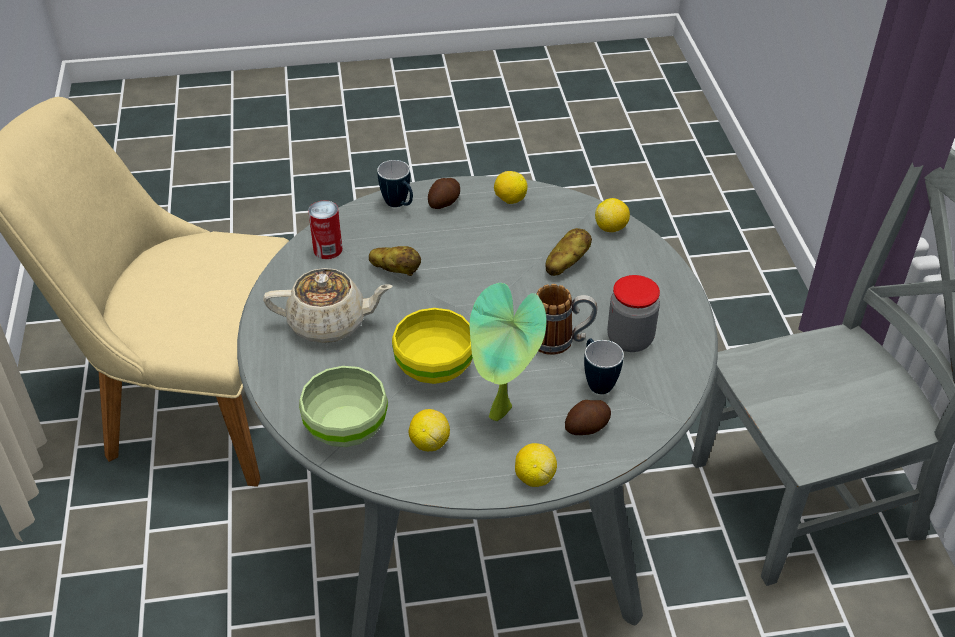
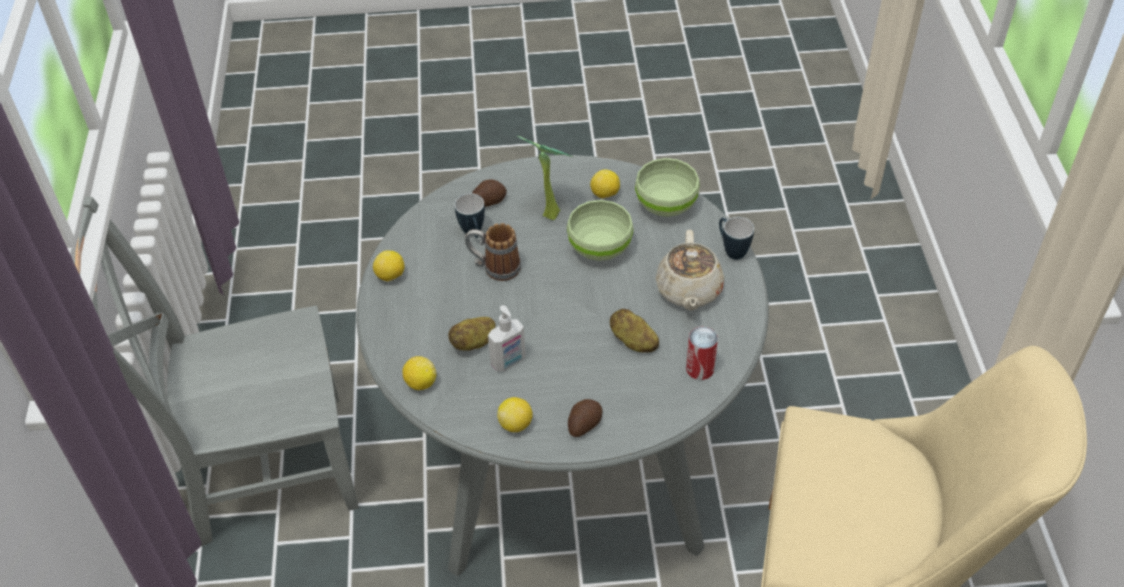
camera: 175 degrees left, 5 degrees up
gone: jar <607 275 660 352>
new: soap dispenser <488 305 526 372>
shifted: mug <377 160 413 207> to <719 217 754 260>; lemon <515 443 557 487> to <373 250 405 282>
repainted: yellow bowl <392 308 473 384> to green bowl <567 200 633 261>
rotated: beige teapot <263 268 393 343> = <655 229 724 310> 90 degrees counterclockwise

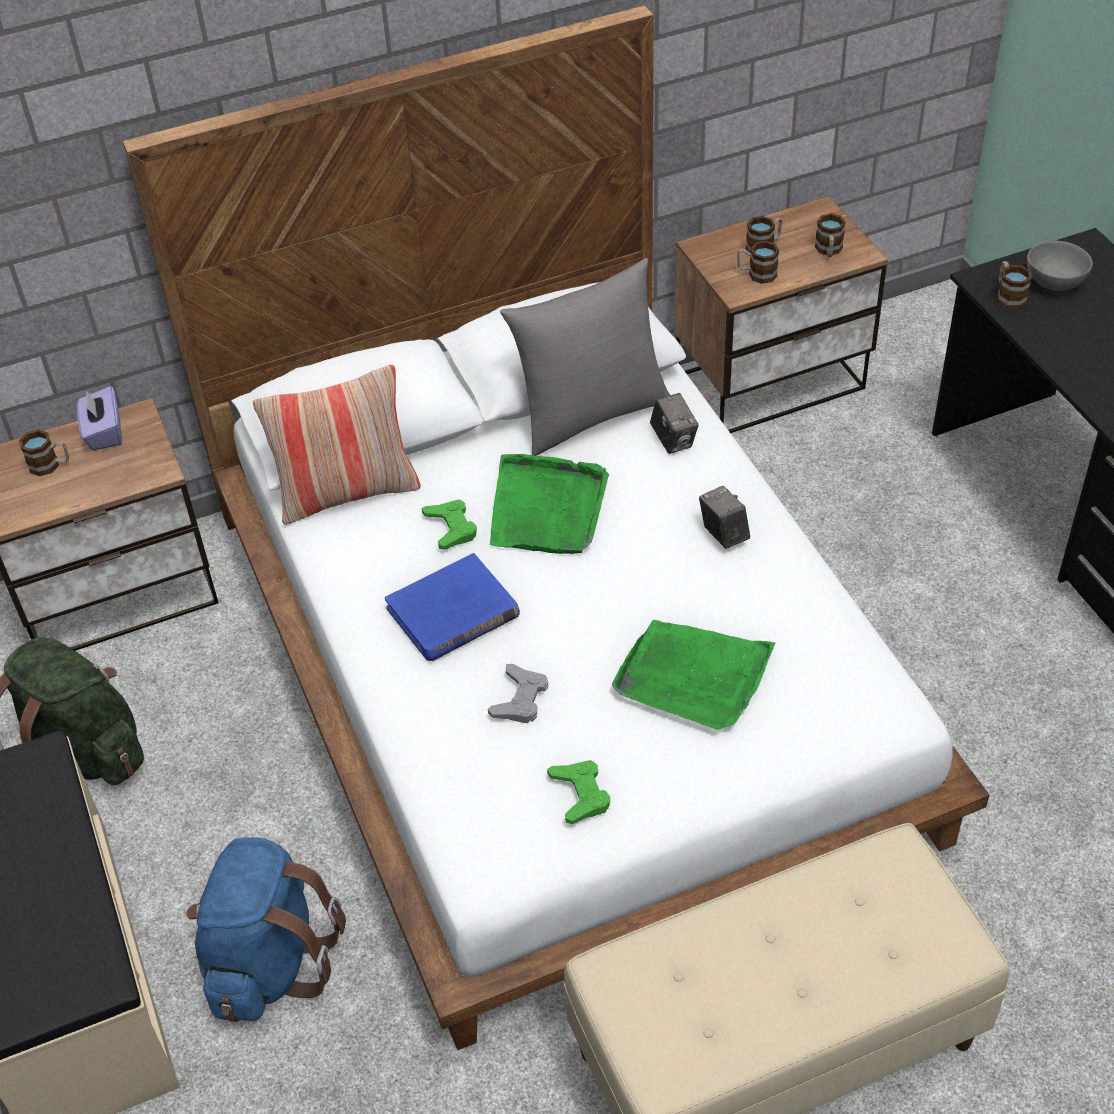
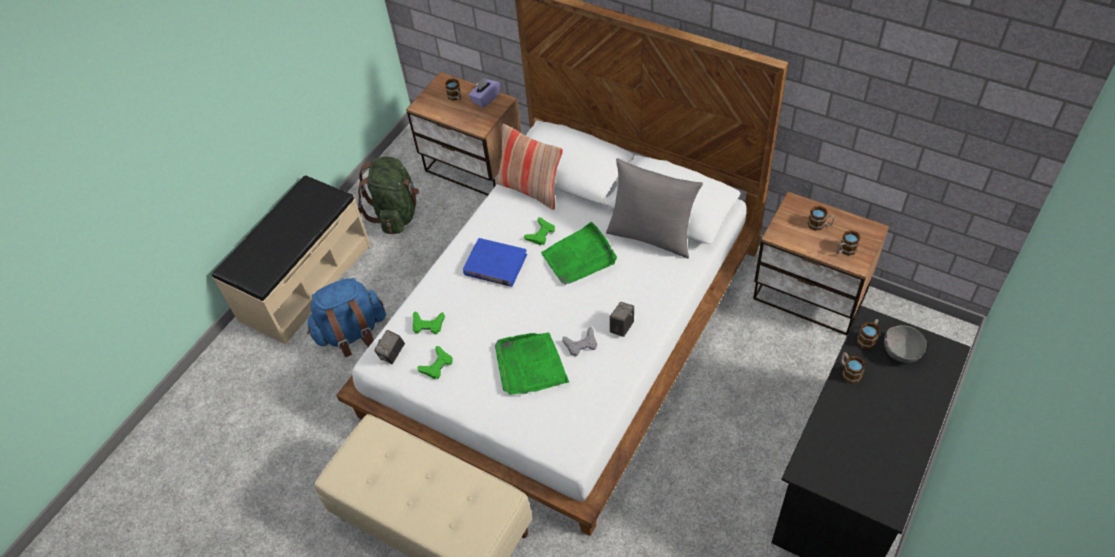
camera: 55 degrees right, 5 degrees up
new: green game controller <412 312 445 334>
shifted: grey game controller <488 664 548 723> to <562 327 597 356>; photo camera <650 393 699 454> to <374 330 405 364>; mug <737 241 779 284> to <841 352 866 384>

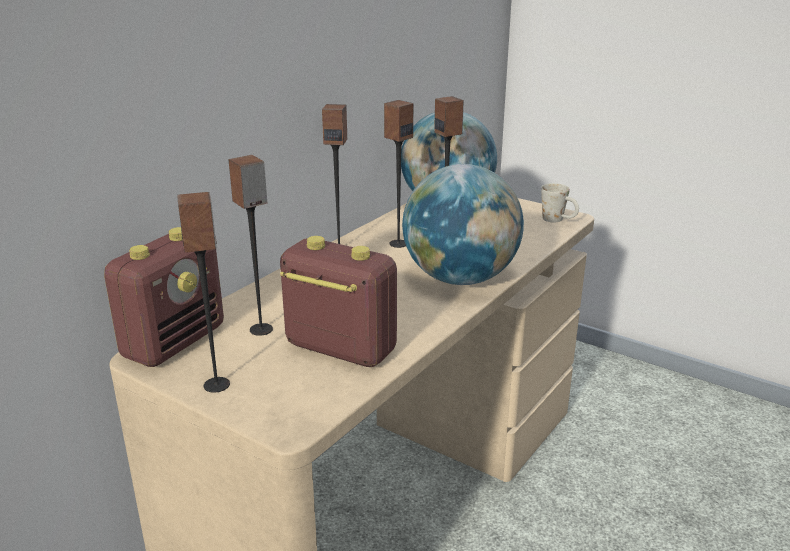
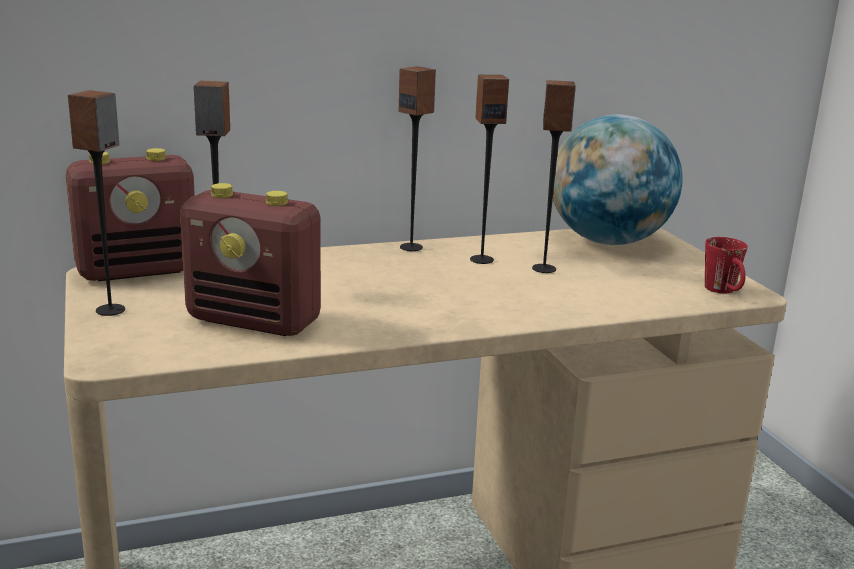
camera: 35 degrees right, 5 degrees down
gone: globe <402 164 524 285>
repainted: white mug <541 183 579 222> to red mug <705 237 748 293>
rotated: radio <280 236 397 367> = <180 183 321 336> 135 degrees clockwise

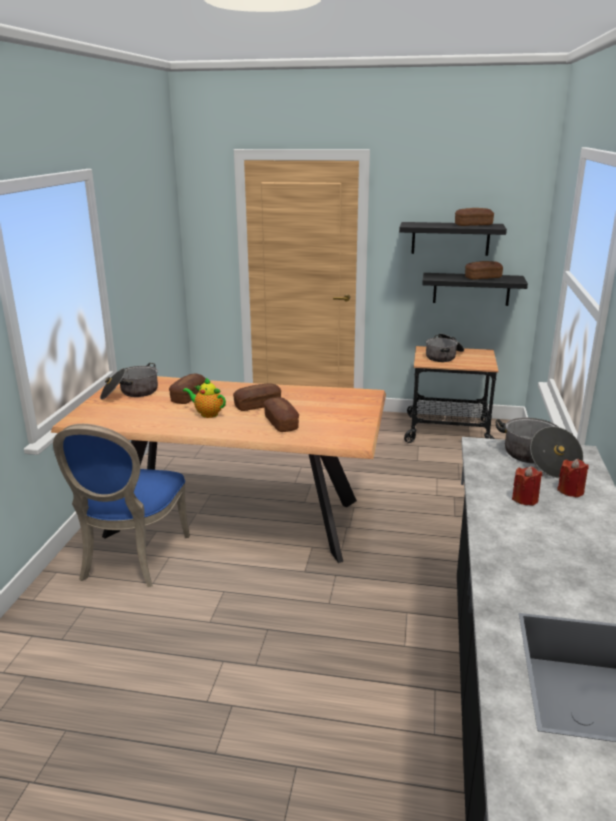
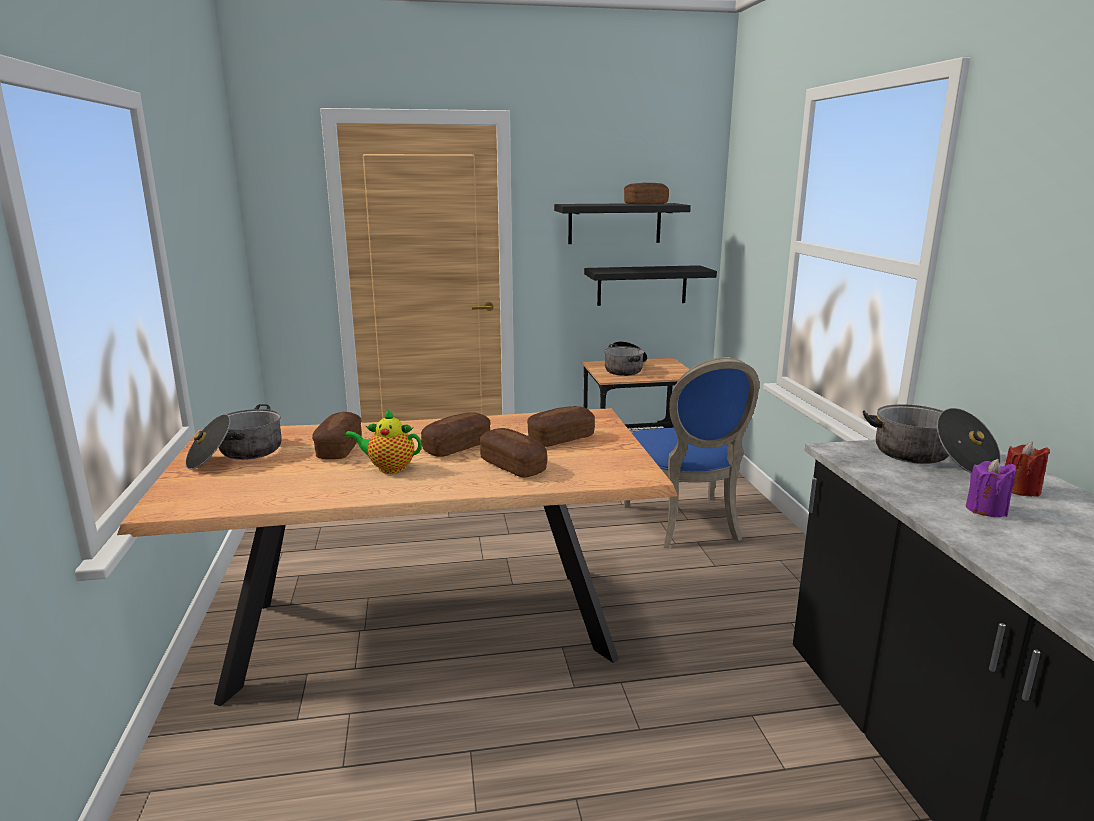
camera: 20 degrees left, 5 degrees down
shifted: blue chair <53 424 190 587> to <623 357 759 548>; bread <465 261 503 280> to <527 406 595 447>
repainted: red candle <512 466 542 506> to purple candle <966 459 1016 517>

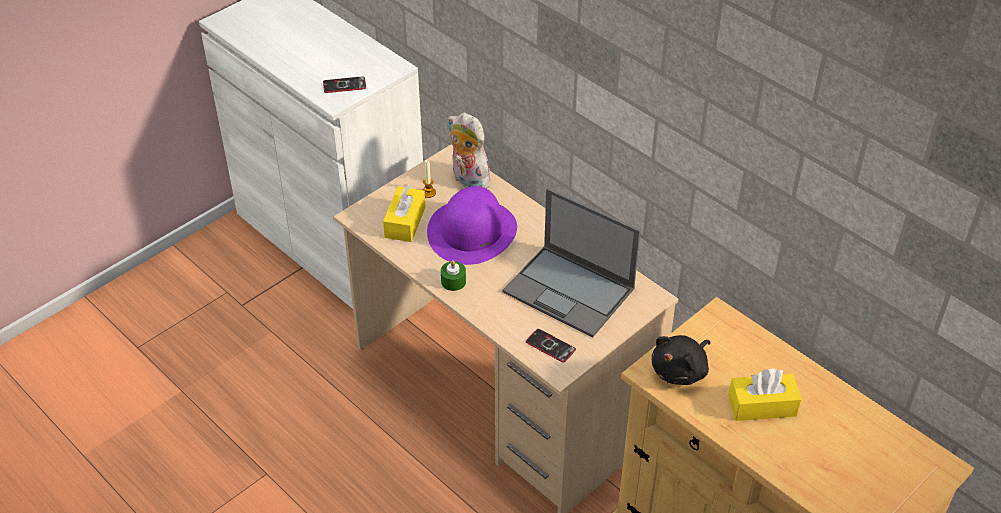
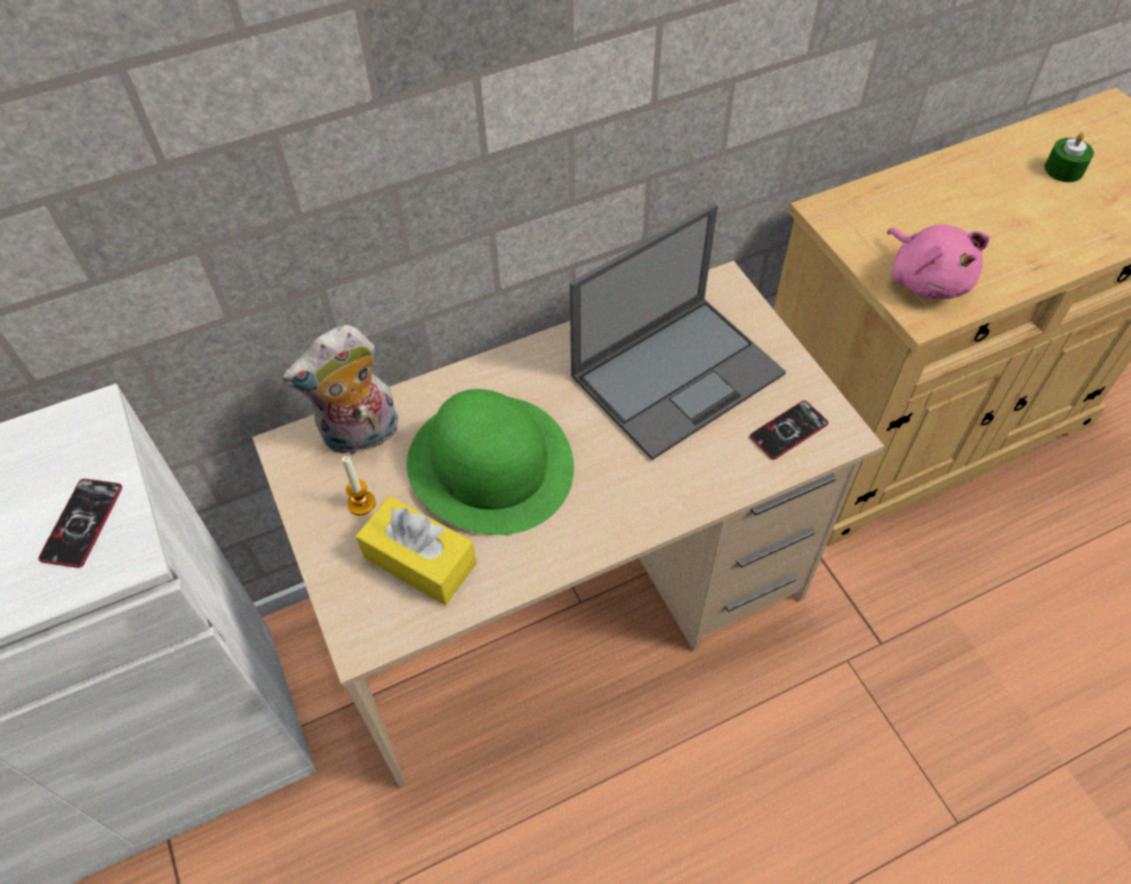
camera: 70 degrees left, 10 degrees up
gone: yellow tissue box <728 368 802 421>
shifted: green candle <441 260 466 291> to <1045 132 1094 182>
repainted: purple hat <427 186 517 265> to green hat <407 389 574 535>; black plush toy <652 335 710 385> to pink plush toy <887 224 990 300>

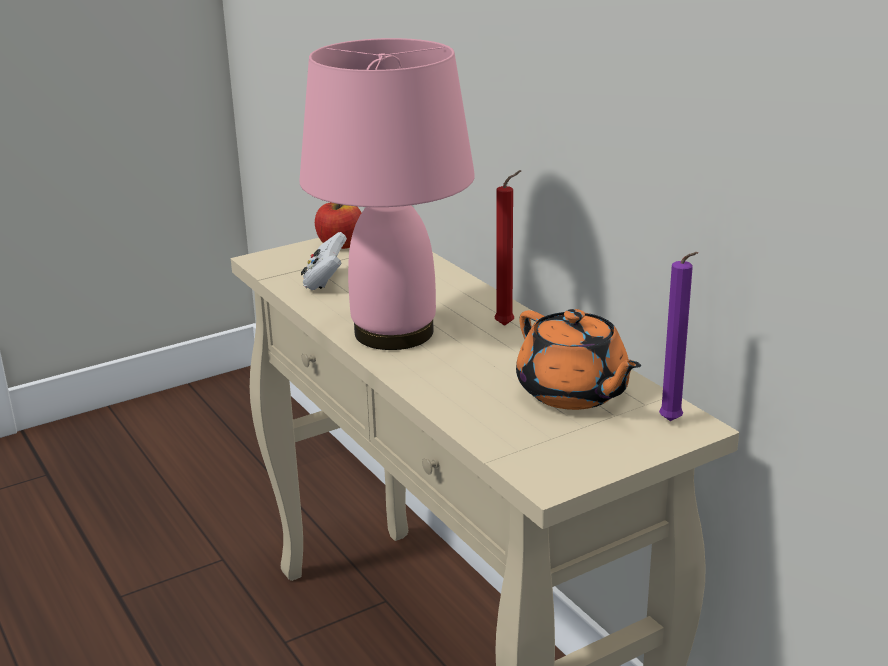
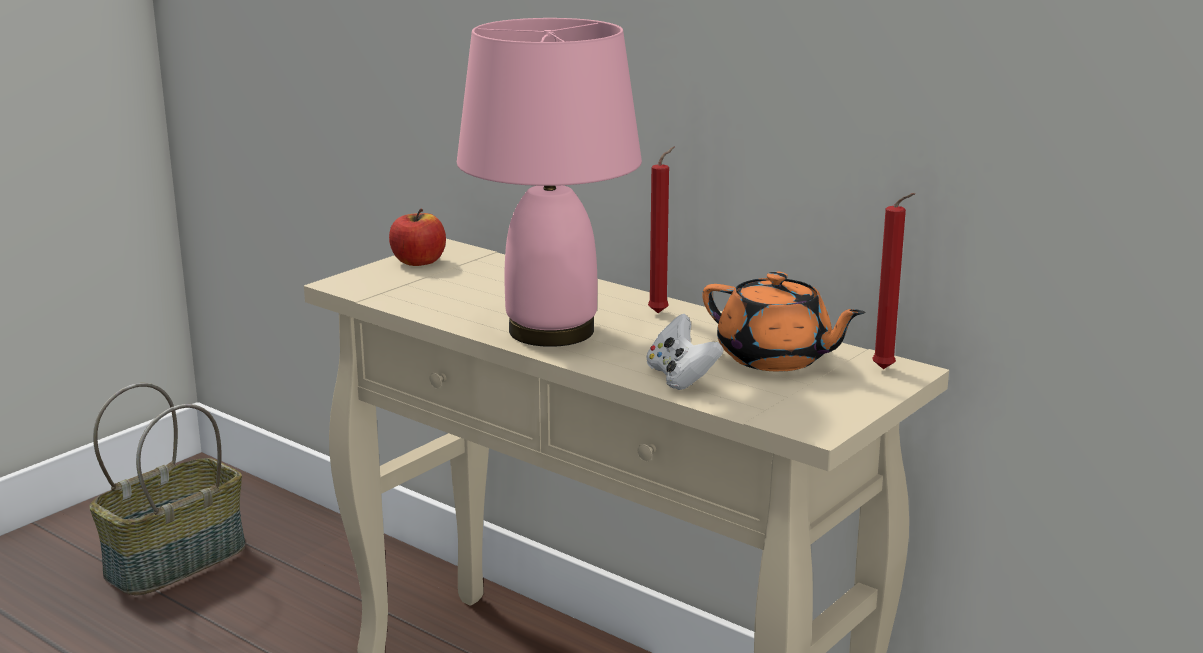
camera: 20 degrees left, 5 degrees down
new: basket <90 383 246 595>
shifted: white game controller <301 232 347 290> to <647 314 723 390>
repainted: purple candle <659 252 698 421> to red candle <872 193 916 369>

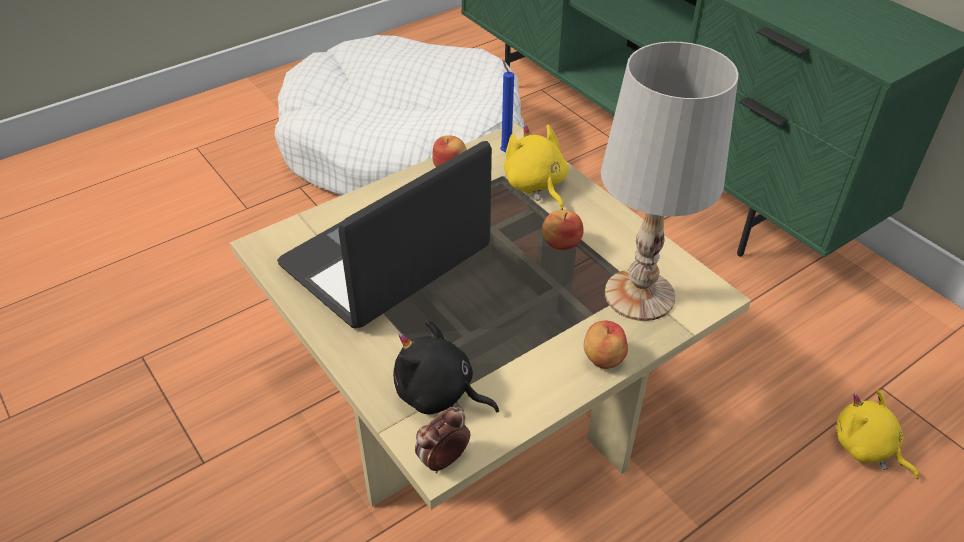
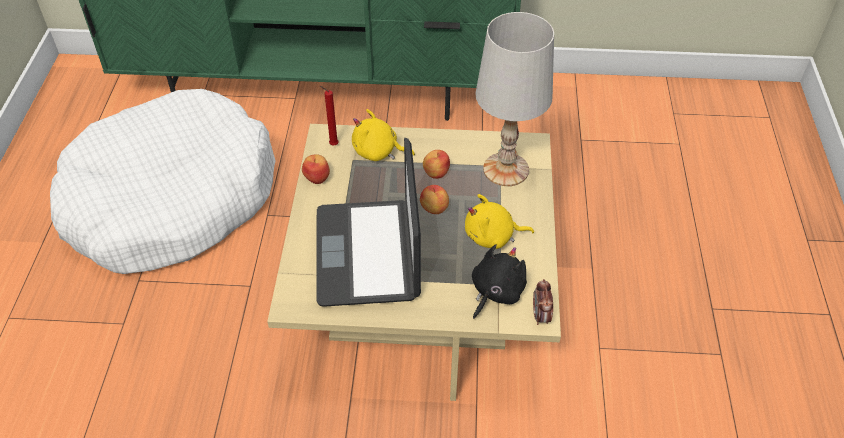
camera: 50 degrees left, 5 degrees up
shifted: apple <584 321 628 369> to <420 185 449 214>; yellow plush toy <836 390 919 479> to <465 194 534 249>
repainted: blue candle <500 60 514 153> to red candle <320 86 338 145>
rotated: black plush toy <393 320 499 415> = <472 244 527 319> 150 degrees clockwise

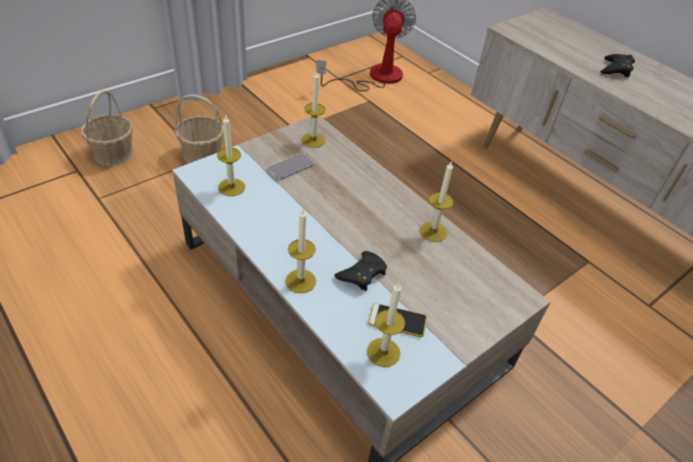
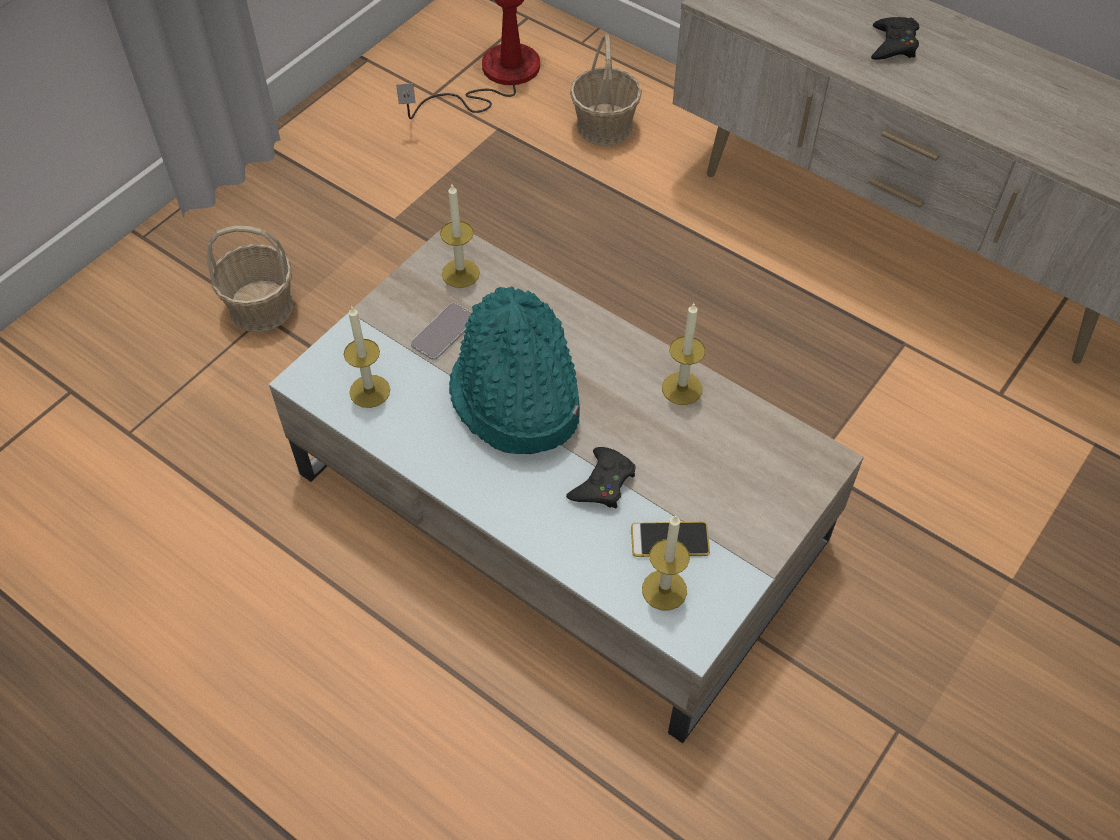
camera: 10 degrees left, 10 degrees up
gone: candle <285 209 316 293>
new: turquoise hat <449 287 580 454>
shifted: basket <81 90 134 166> to <570 34 642 146>

